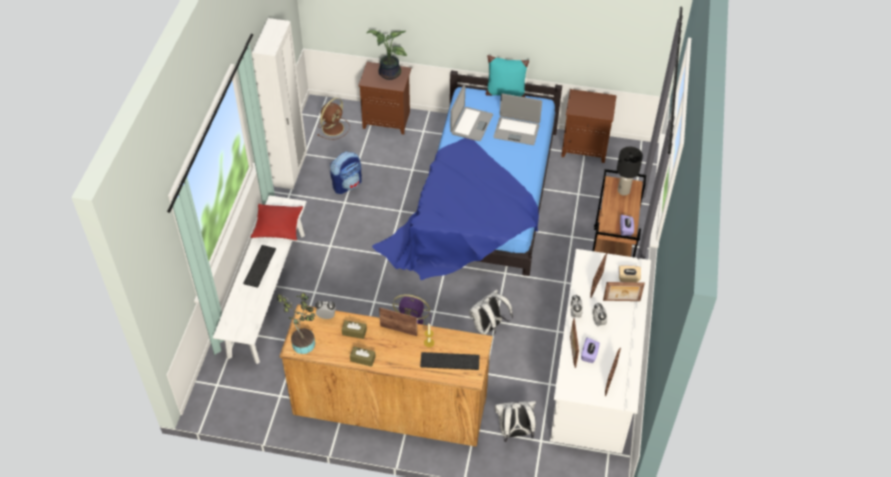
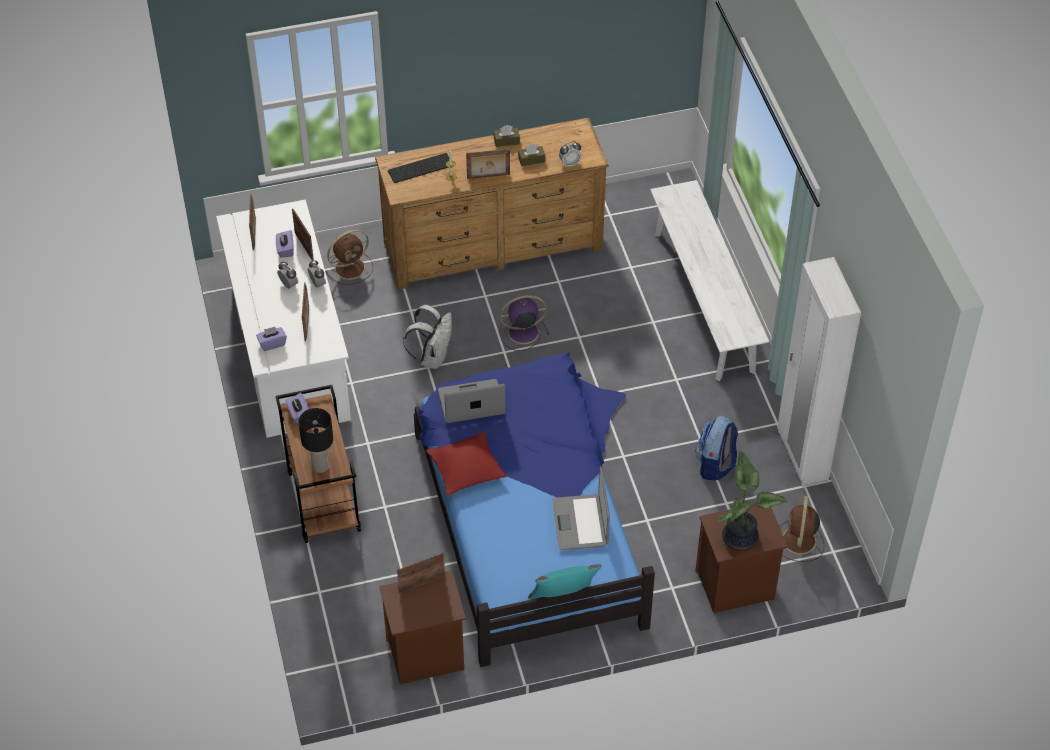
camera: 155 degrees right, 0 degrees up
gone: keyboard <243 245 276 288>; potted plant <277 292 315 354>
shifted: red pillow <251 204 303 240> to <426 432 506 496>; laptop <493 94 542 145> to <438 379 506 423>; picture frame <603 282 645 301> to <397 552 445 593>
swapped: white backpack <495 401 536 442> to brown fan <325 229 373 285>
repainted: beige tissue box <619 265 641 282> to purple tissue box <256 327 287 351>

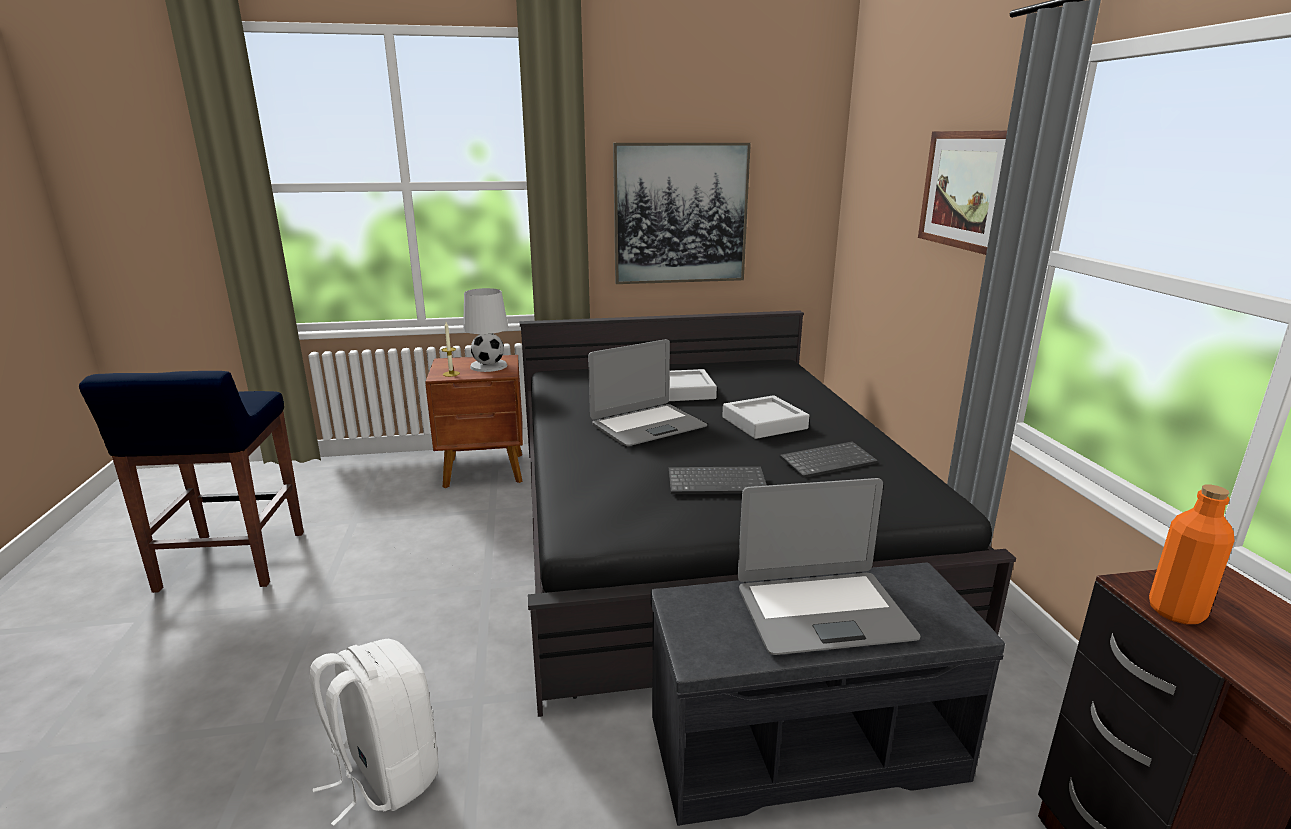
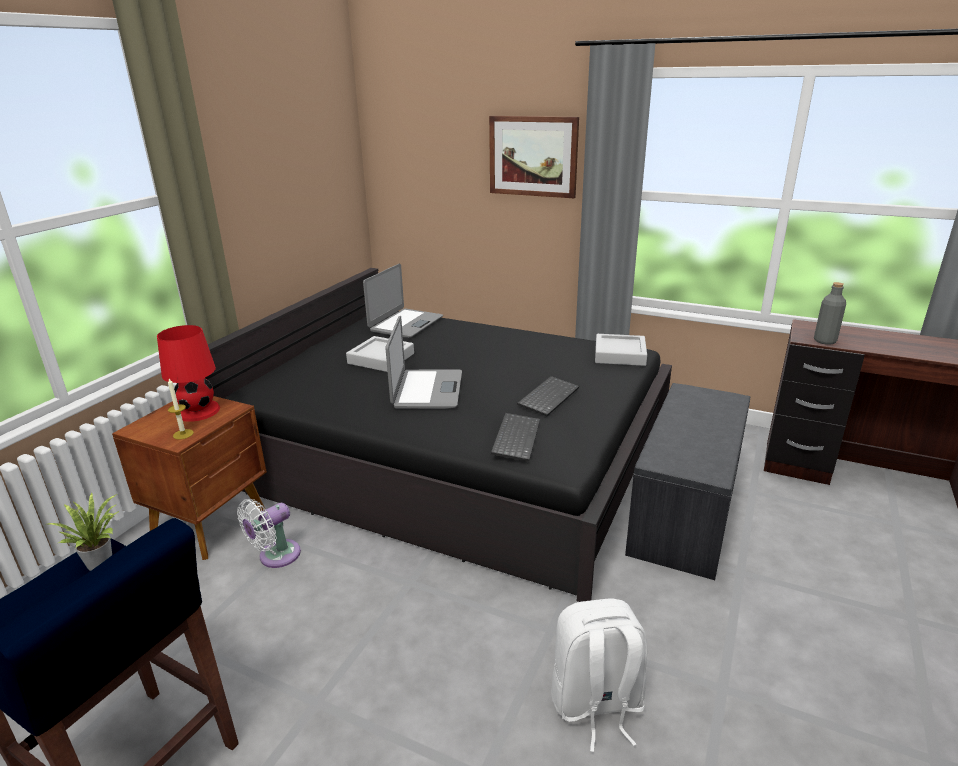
camera: 55 degrees left, 5 degrees up
gone: picture <613 143 751 284>
new: potted plant <48 492 119 571>; white fan <237 499 301 568>
shifted: grey tray <722 395 809 439> to <595 334 647 366>; laptop <738 478 920 655> to <363 264 443 337>; keyboard <780 442 878 478> to <491 413 540 462>
repainted: white table lamp <463 288 508 372> to red table lamp <157 325 220 422>; orange bottle <1149 485 1235 624> to grey bottle <814 282 846 345>

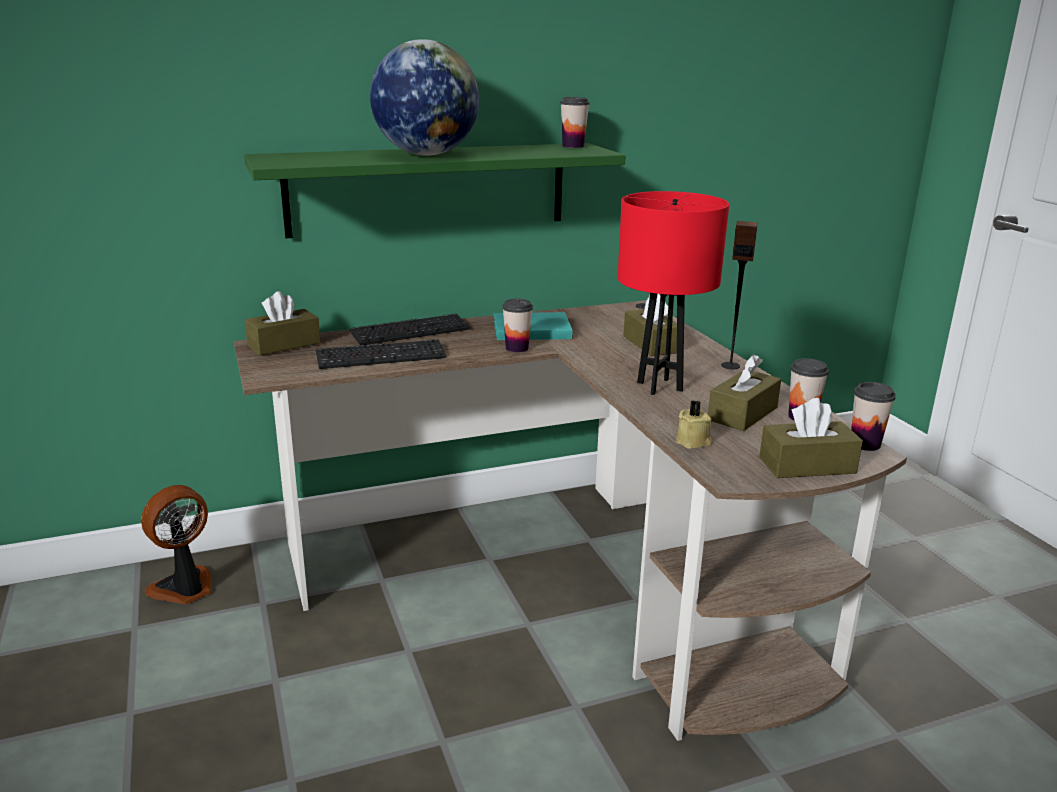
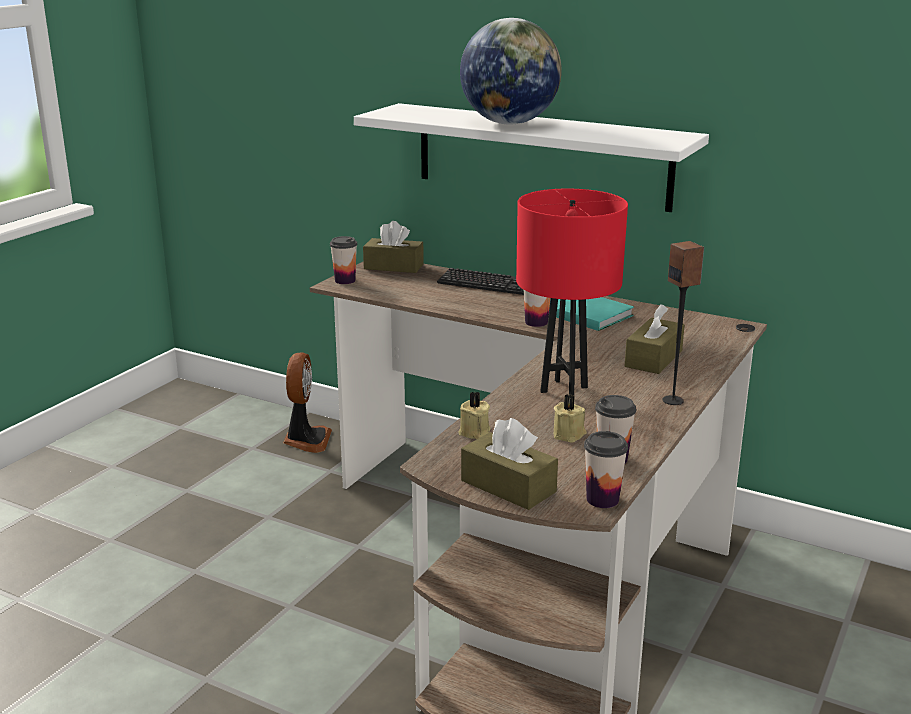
camera: 50 degrees right, 0 degrees up
gone: keyboard <316 339 446 369>
shifted: cup <560 97 590 148> to <330 236 357 284>
swapped: brown tissue box <708 354 781 431> to beige candle <554 394 587 443>
repainted: green shelf <244 143 626 238> to white shelf <354 103 709 212>
rotated: fan <141 485 211 604> = <283 352 332 453> 90 degrees clockwise

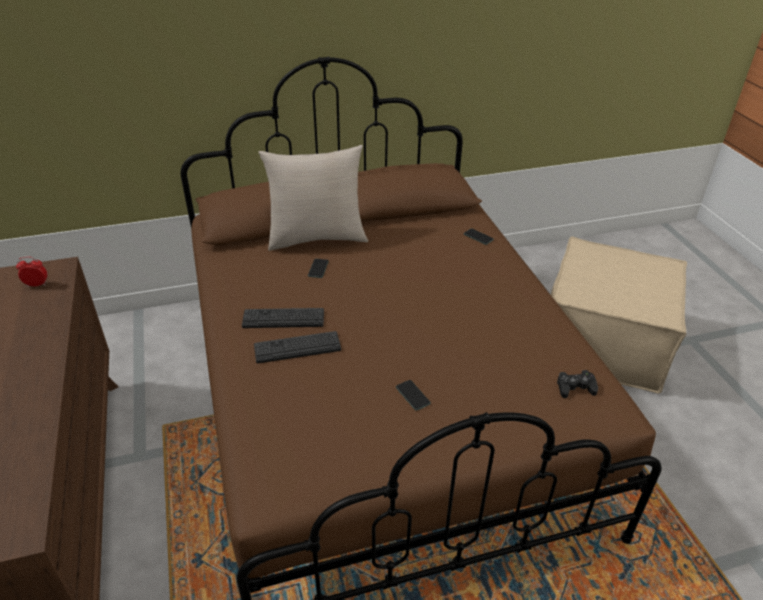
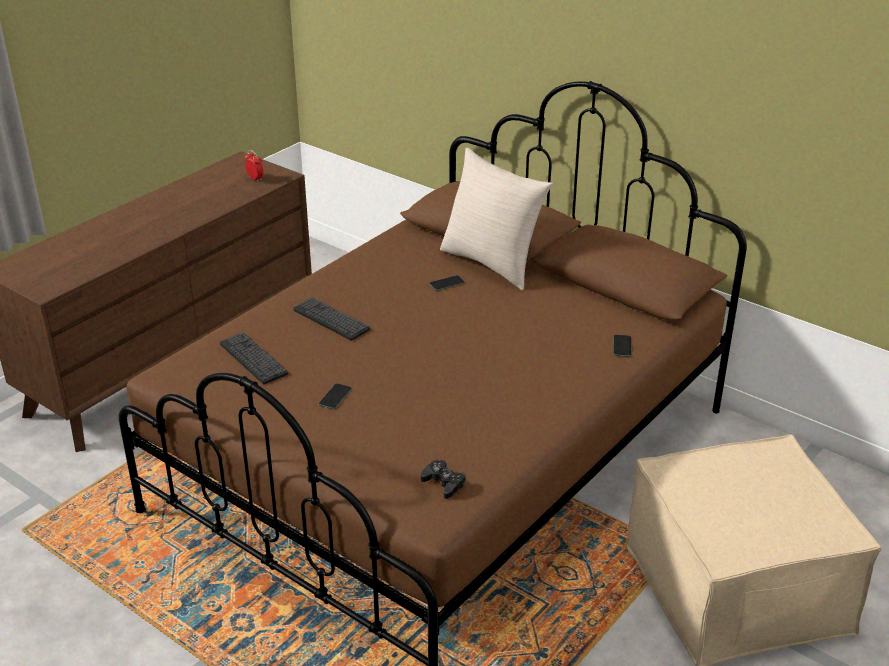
camera: 55 degrees right, 5 degrees down
shifted: keyboard <242 308 324 328> to <220 332 288 384>

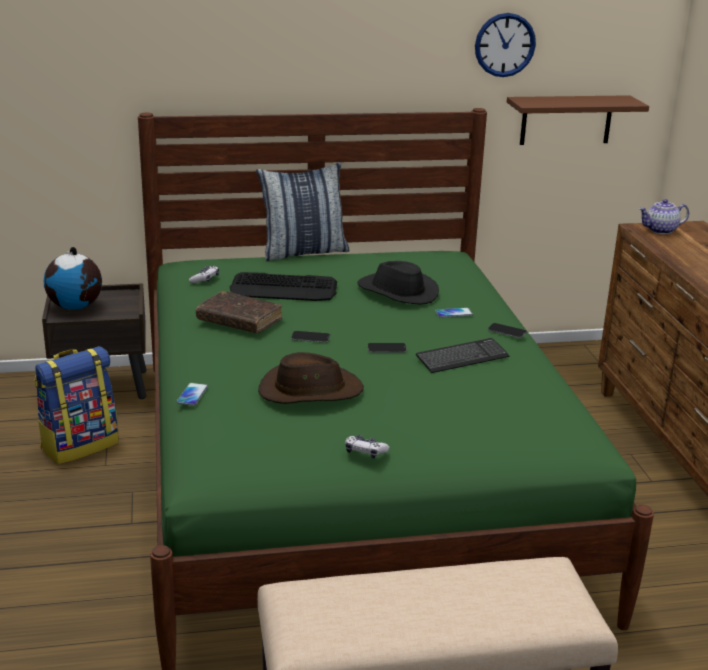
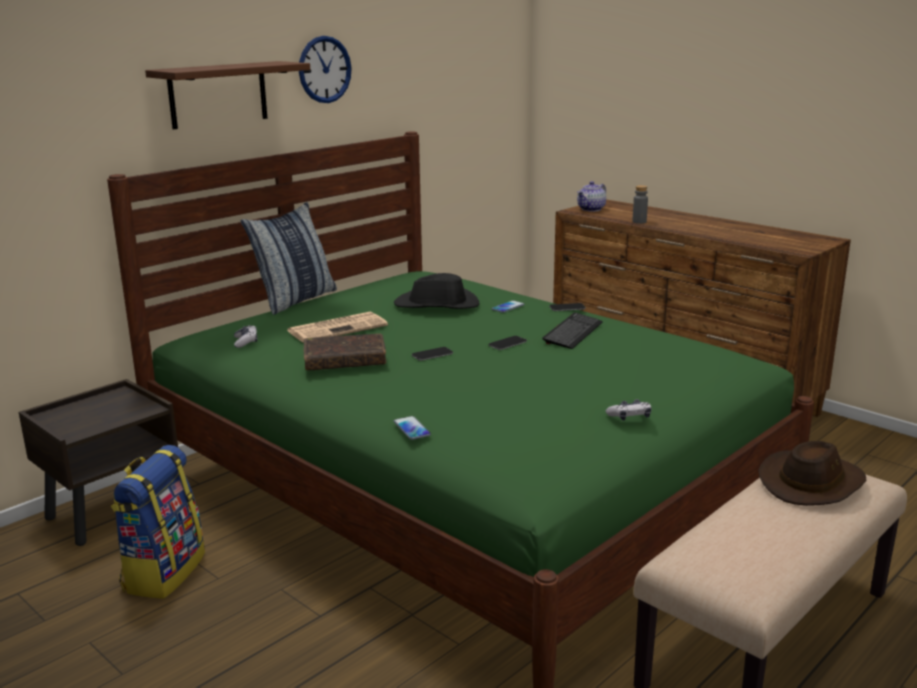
camera: 35 degrees left, 5 degrees down
gone: globe <44 247 102 310>
new: grey bottle <632 185 648 224>
shifted: brown hat <258 352 364 404> to <758 441 867 506>; wall clock <475 13 536 77> to <299 36 352 103>; brown shelf <507 95 649 145> to <145 61 310 130>
swapped: keyboard <230 272 337 301> to newspaper <287 312 388 343>

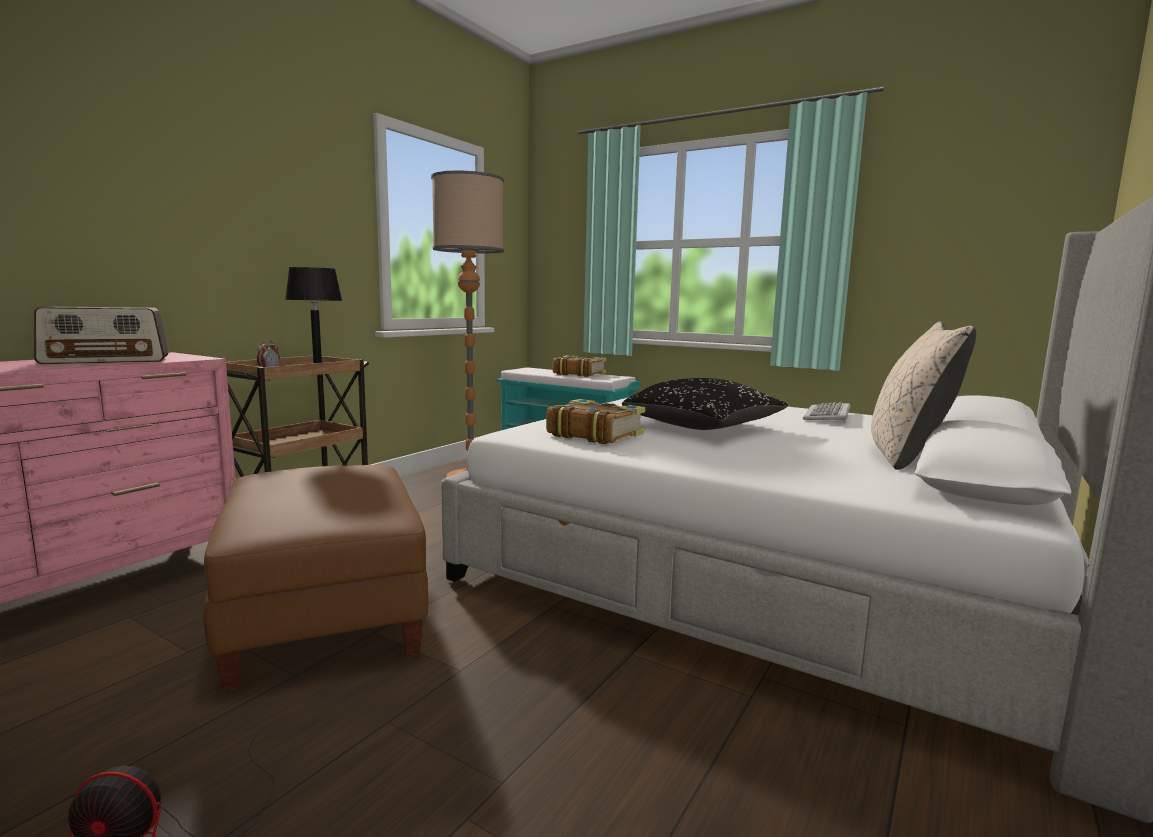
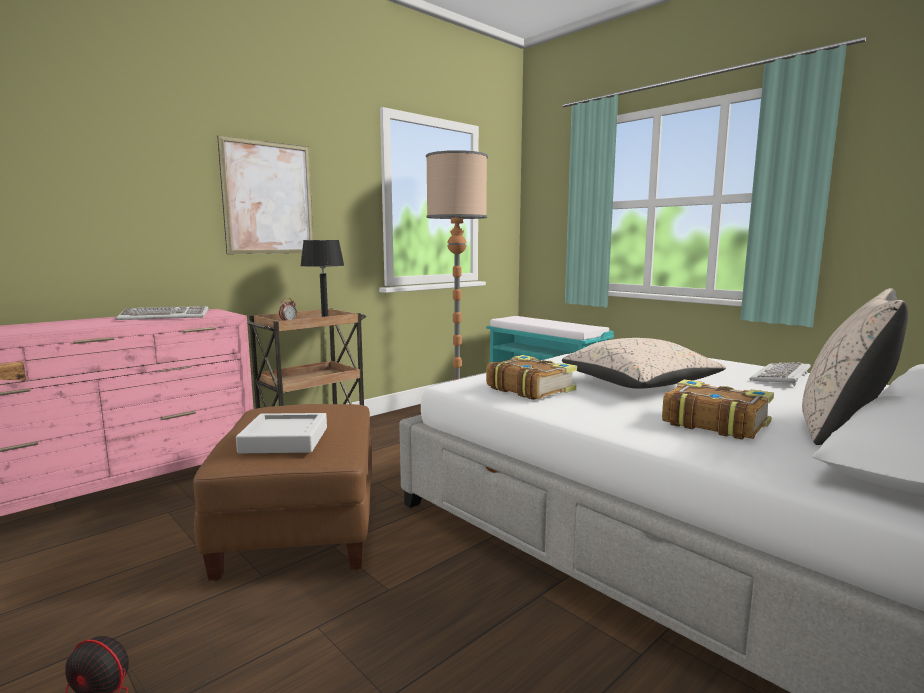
camera: 15 degrees right, 0 degrees up
new: picture <217 135 314 254>; grey tray <236 413 327 454>
shifted: book <553 355 606 377> to <662 379 774 440>
swapped: radio <34 306 169 364> to keyboard <115 306 209 320>
repainted: black pillow <622 378 788 430> to beige pillow <562 338 726 389>

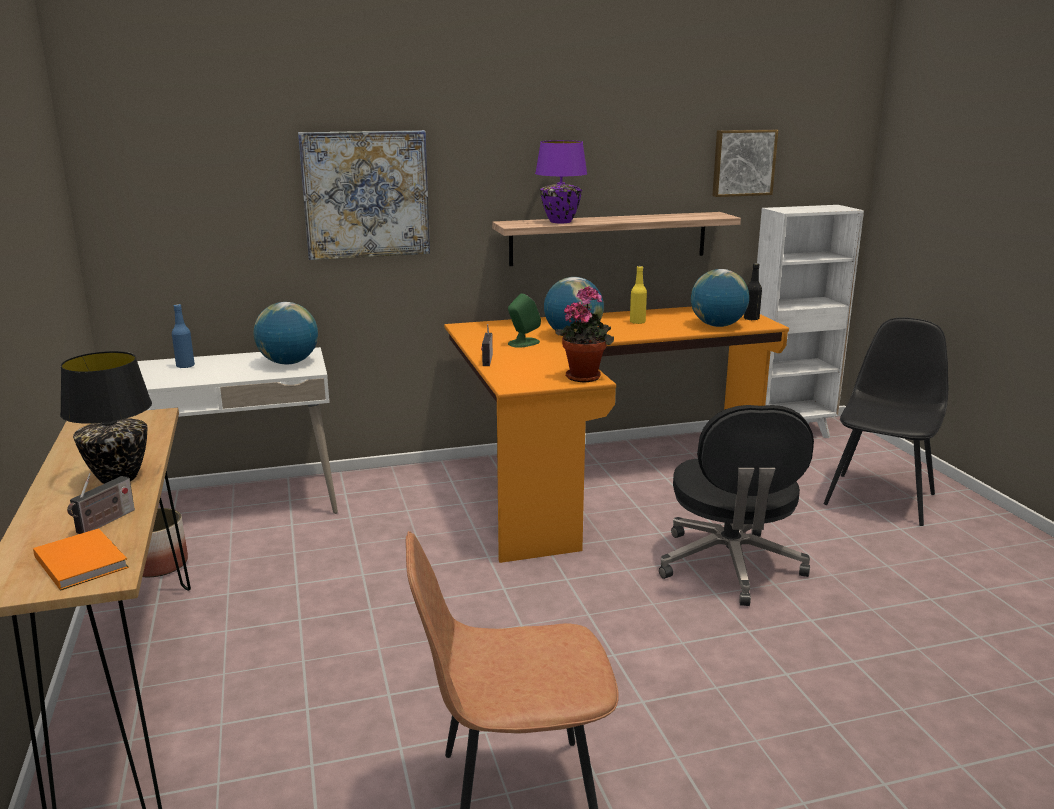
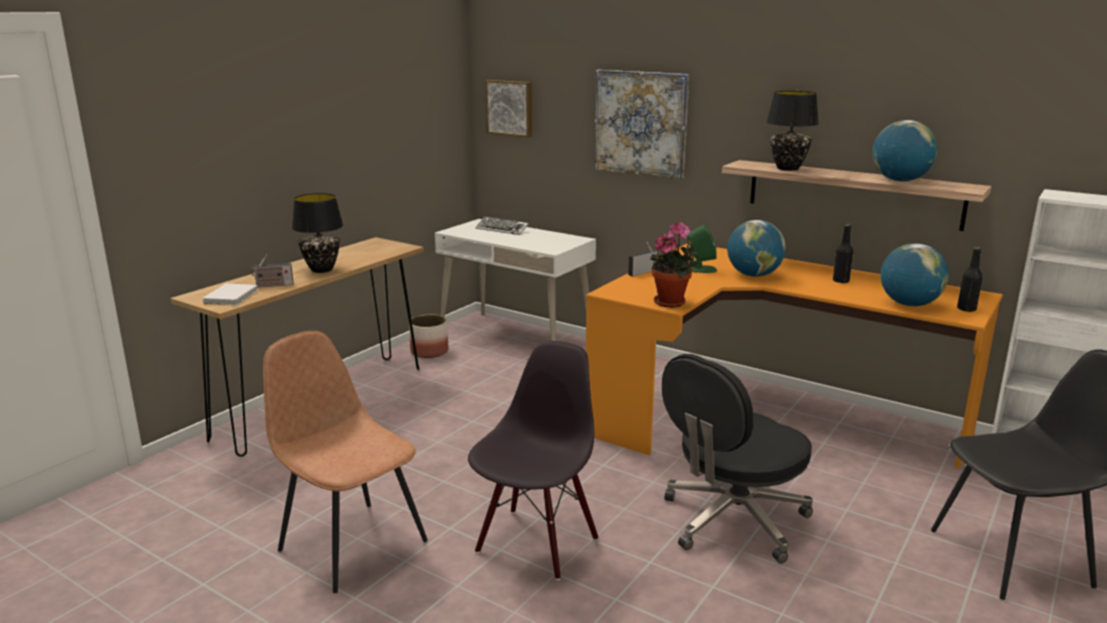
camera: 50 degrees right, 0 degrees up
new: black chair <468 341 599 580>
shifted: globe <254 302 318 364> to <872 120 937 181>; picture <712 129 778 197> to <485 80 532 137>
swapped: blue bottle <172 304 195 368> to keyboard <475 217 528 235>
repainted: orange book <33 528 129 591> to white book <202 284 258 305>; purple table lamp <535 140 587 223> to black table lamp <767 91 819 171>; yellow bottle <630 266 647 324> to black bottle <833 224 853 283>

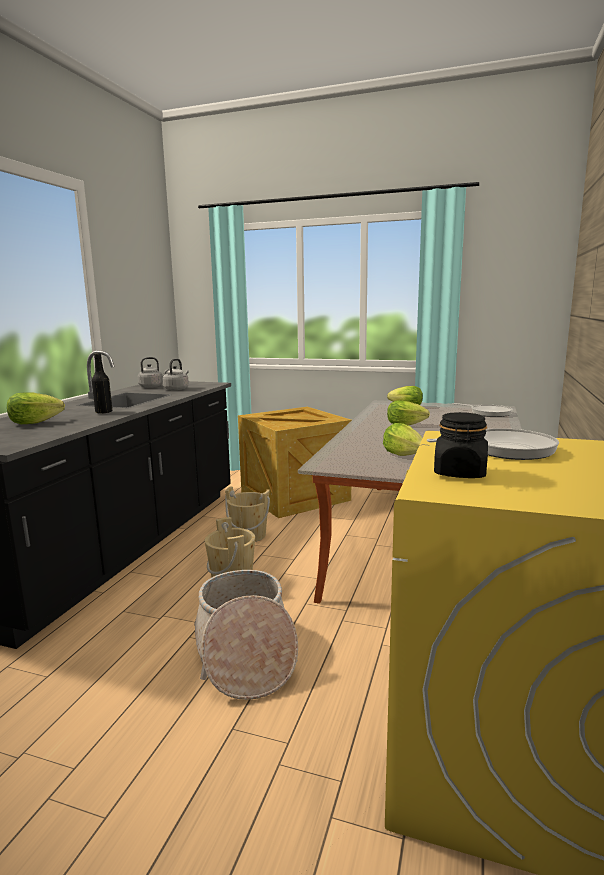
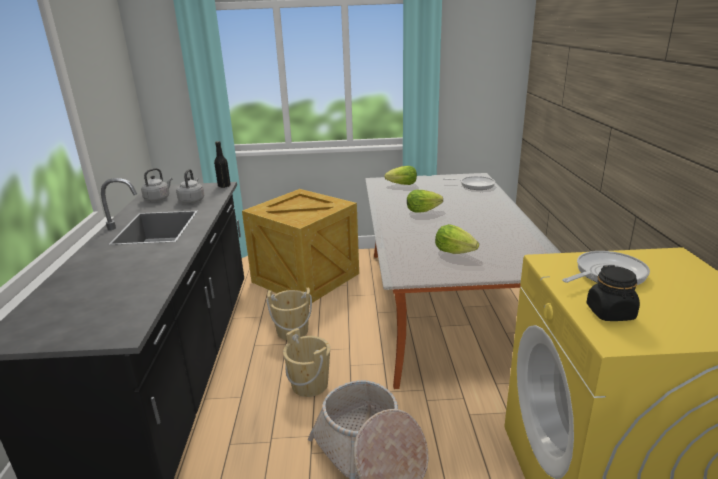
camera: 20 degrees left, 10 degrees up
gone: lettuce <7 392 65 424>
shifted: black bottle <92 353 112 414> to <214 141 231 188>

